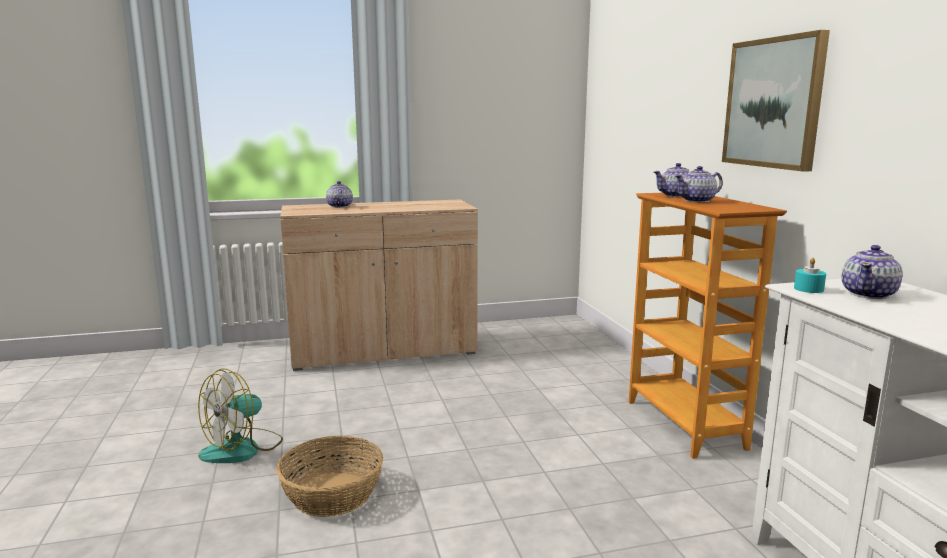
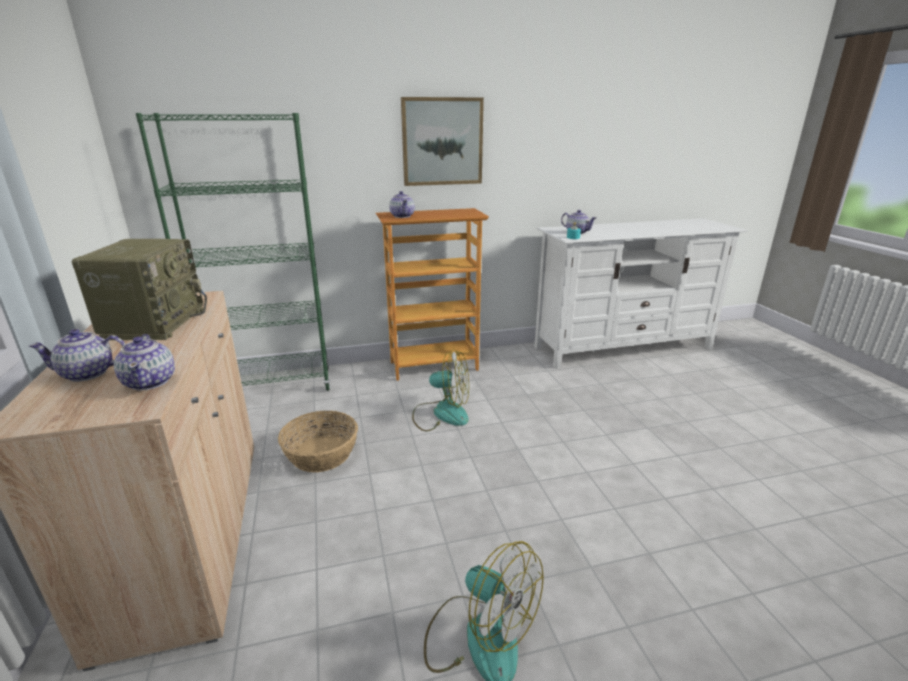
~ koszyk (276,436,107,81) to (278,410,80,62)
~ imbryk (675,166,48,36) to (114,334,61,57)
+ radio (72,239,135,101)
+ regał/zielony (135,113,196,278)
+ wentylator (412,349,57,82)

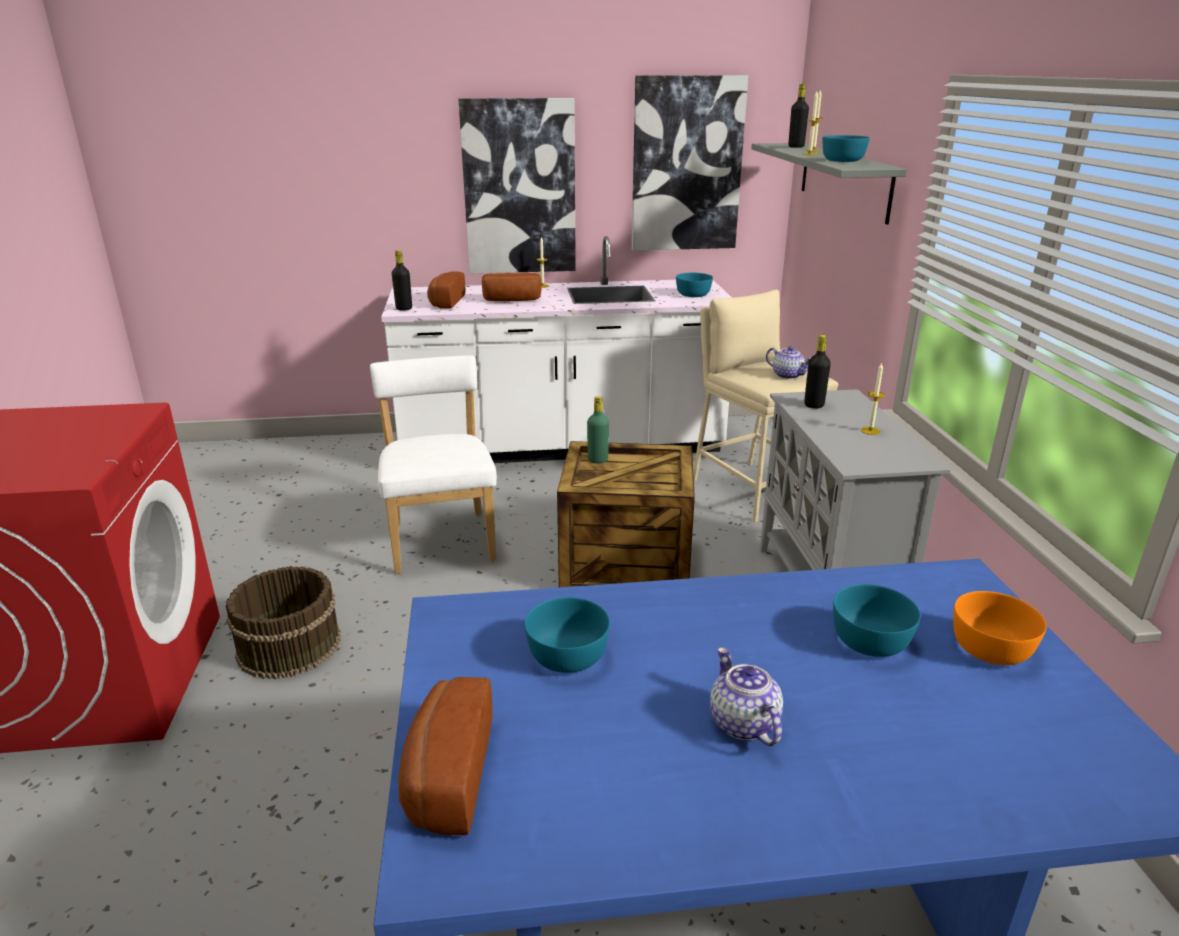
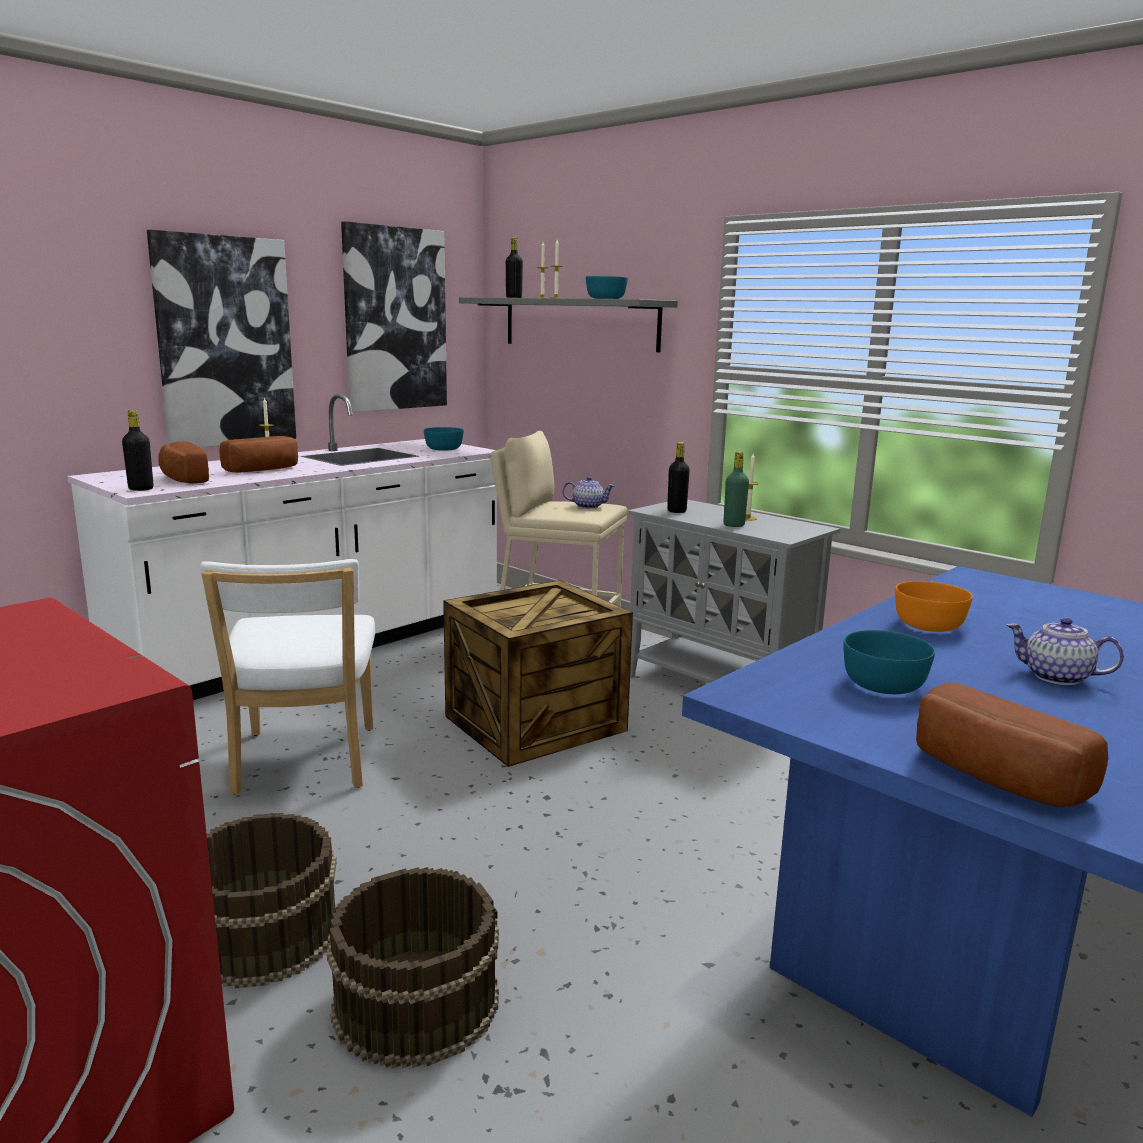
~ krzesło/biały (370,355,127,219) = (200,559,175,235) 135 degrees counterclockwise
~ butelka/zielony (587,396,22,67) to (724,452,25,75)
- miska/turkusowy (833,584,87,73)
~ miska/pomarańczowy (953,591,94,74) to (895,581,78,51)
+ wiadro/brązowy (327,867,172,202)

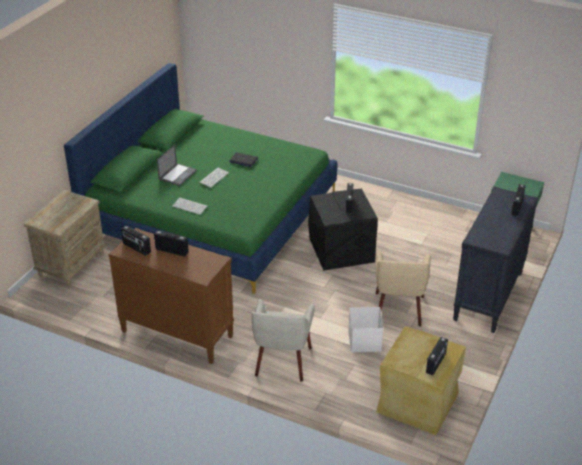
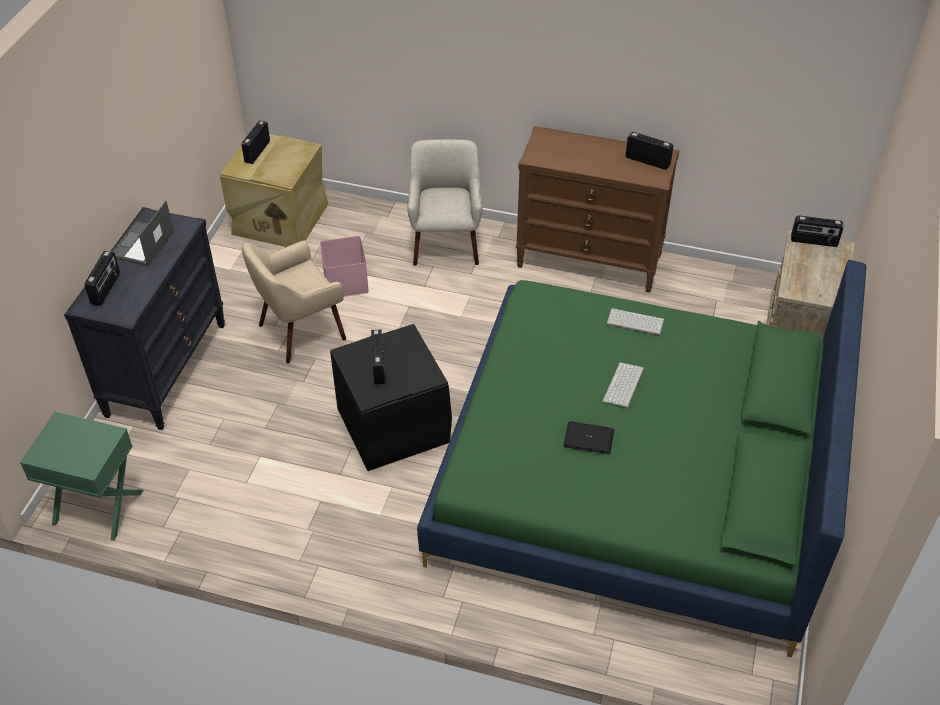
~ radio (154,230,35,26) to (791,216,52,31)
~ laptop (157,145,40,41) to (112,201,62,65)
~ pojemnik do przechowywania/biały (348,307,36,45) to pojemnik do przechowywania/różowy (320,236,49,61)
~ fotel/beżowy (376,250,55,77) = (242,241,104,123) 120 degrees counterclockwise

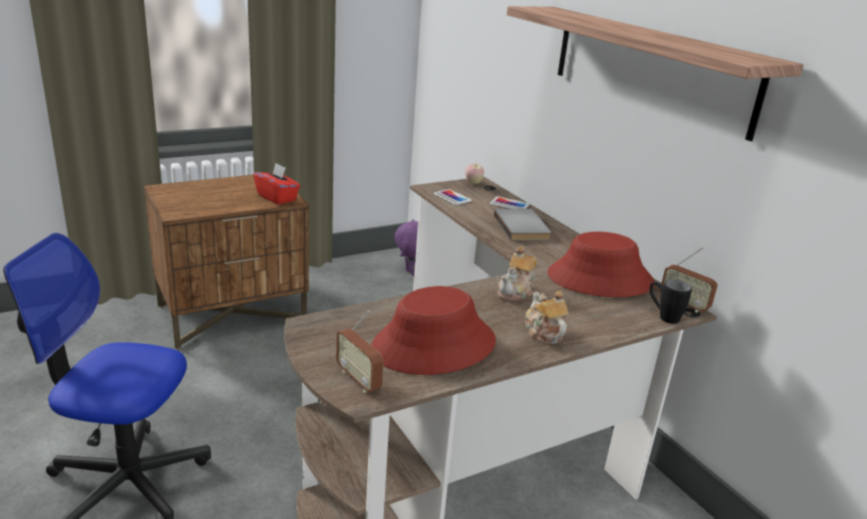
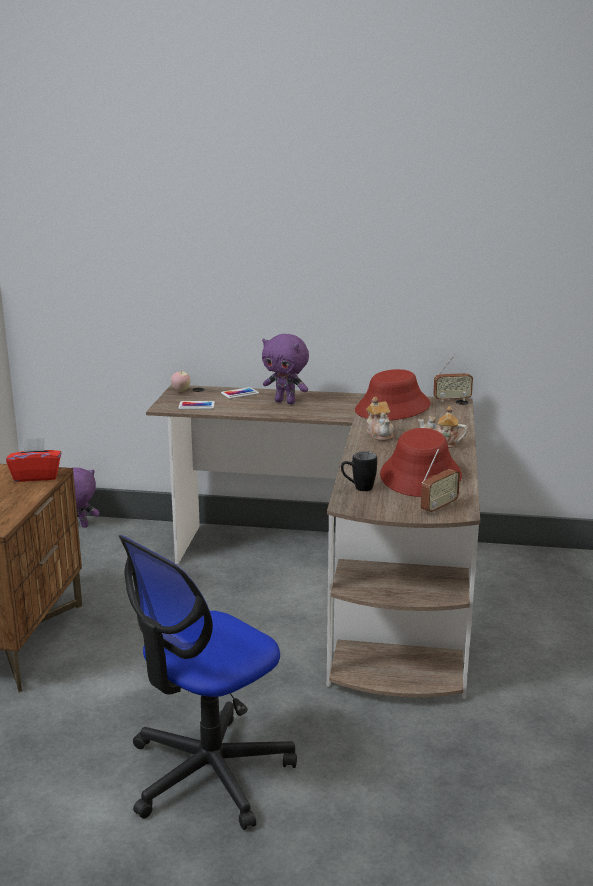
~ radio (336,310,47,83) = (421,449,39,65) 45 degrees counterclockwise
~ książka/szary (494,209,57,32) to pluszak/fioletowy (262,334,47,70)
- półka (507,6,297,135)
~ kubek/czarny (650,279,42,45) to (341,451,36,40)

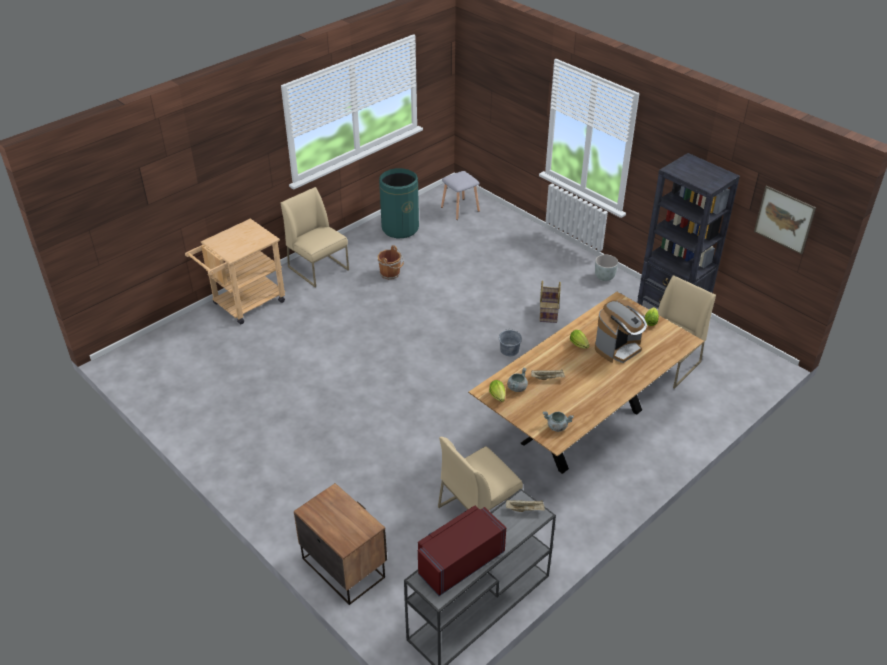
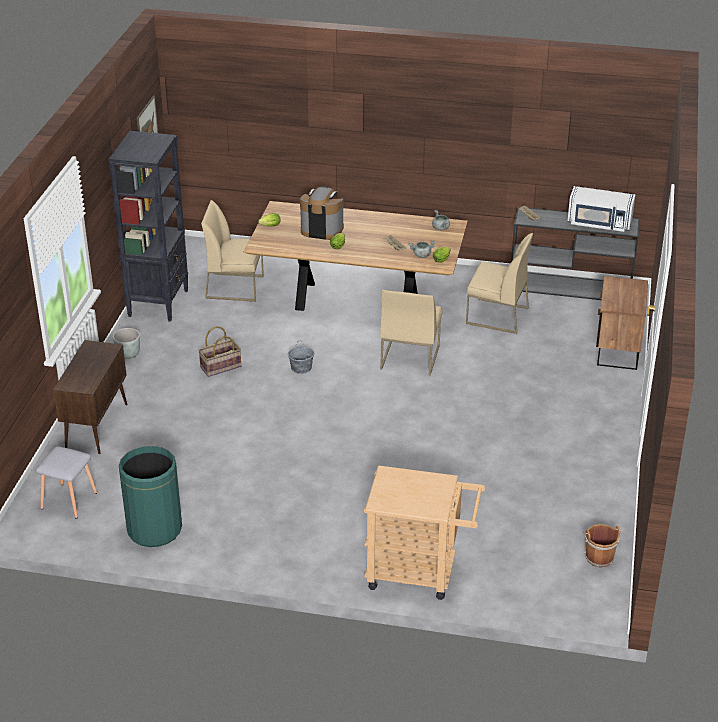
~ krzesło/beżowy (281,187,68,101) to (380,290,63,86)
~ wiadro/brązowy (377,245,27,35) to (583,524,38,44)
~ mikrofalówka/czerwony (418,506,88,90) to mikrofalówka/biały (568,186,67,46)
+ szafka/brązowy (53,340,74,114)

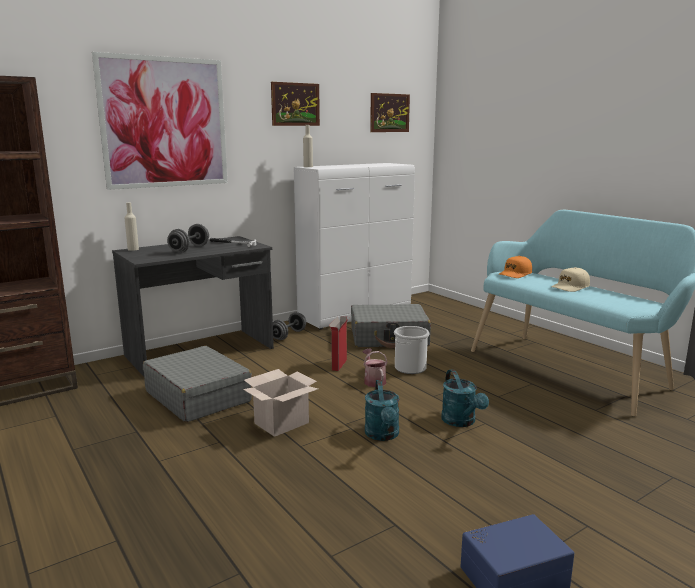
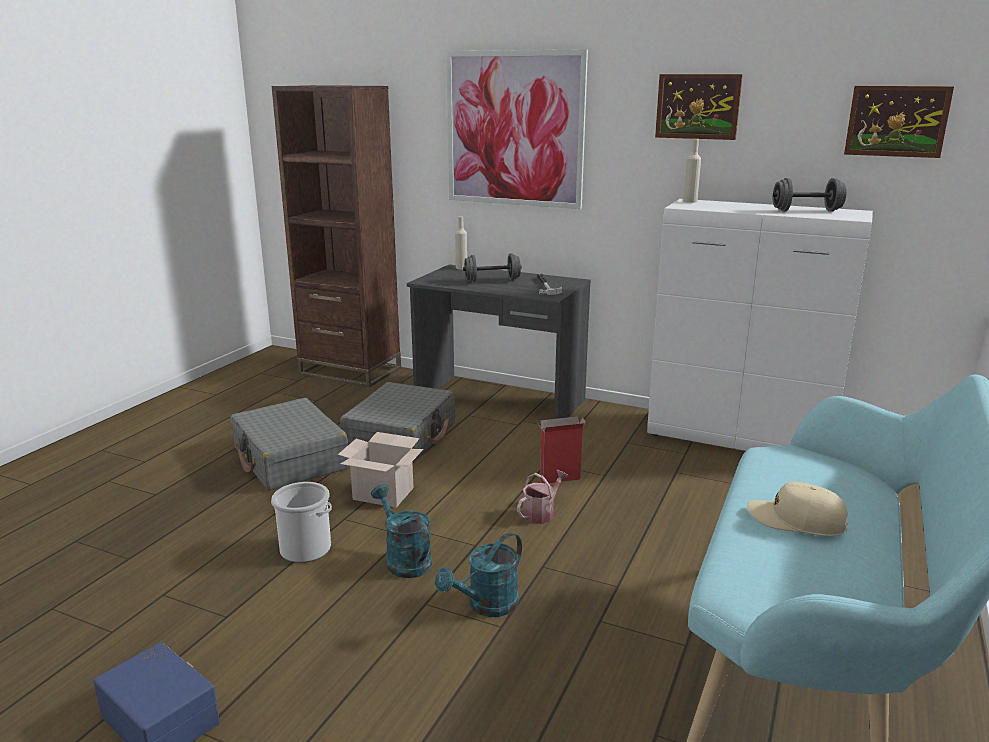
~ hantel/szary (273,312,33,28) to (773,178,74,34)
~ walizka/szary (351,304,80,44) to (230,398,119,93)
~ konewka/turkusowy (365,380,34,61) = (371,484,61,94) 90 degrees clockwise
~ wiadro (394,326,35,48) to (271,482,61,81)
- czapka z daszkiem/pomarańczowy (498,256,34,22)

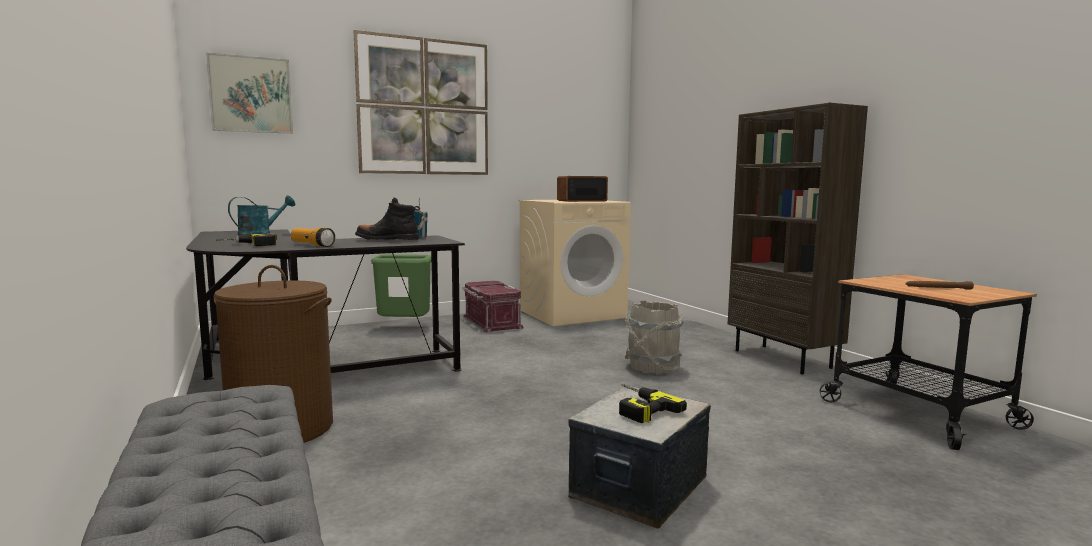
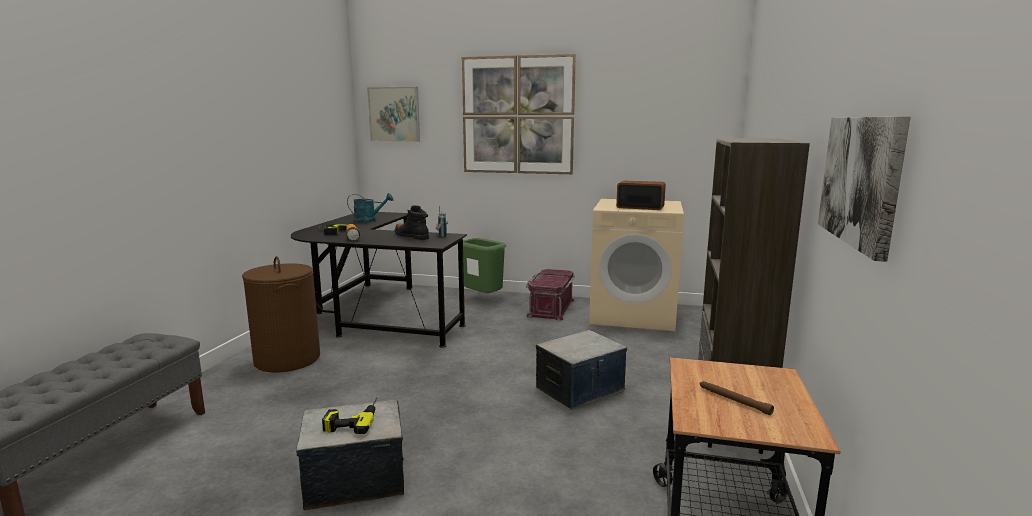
~ wiadro/szary (625,301,59,74) to pojemnik do przechowywania (536,330,91,80)
+ obraz (818,117,92,145)

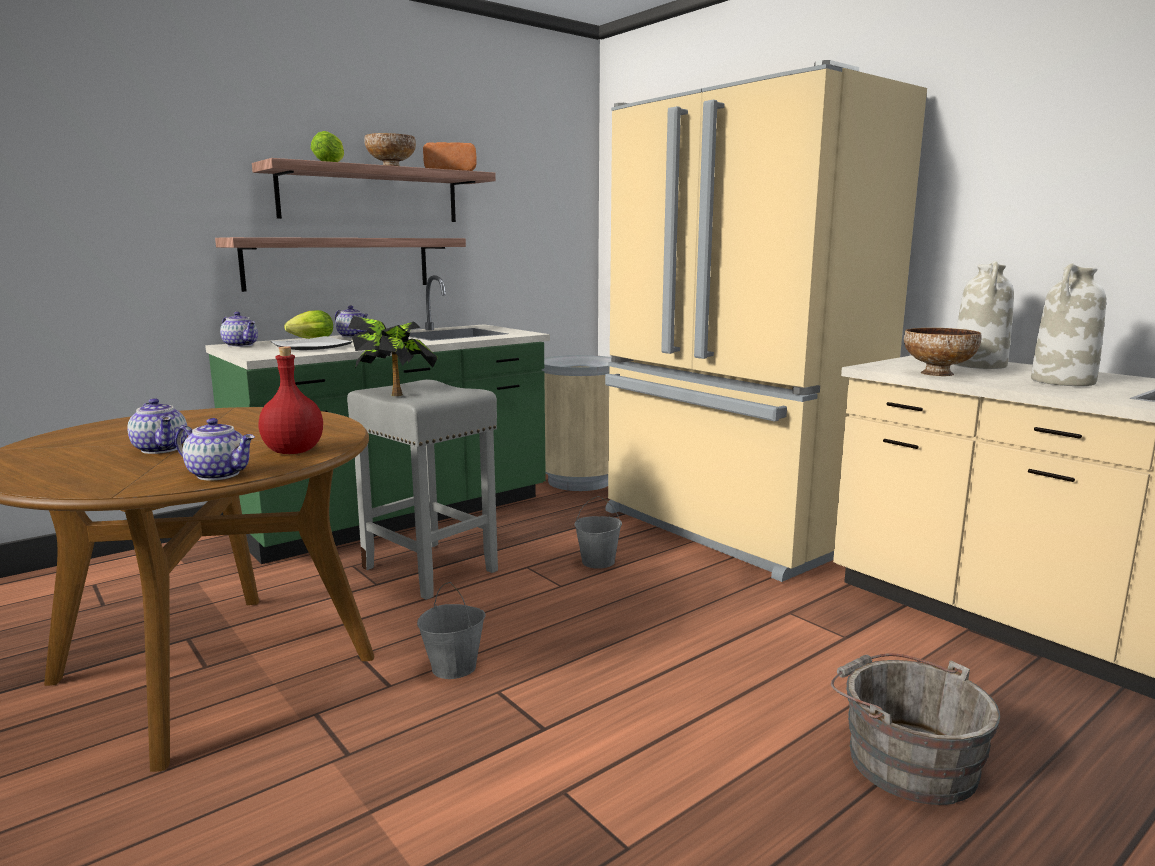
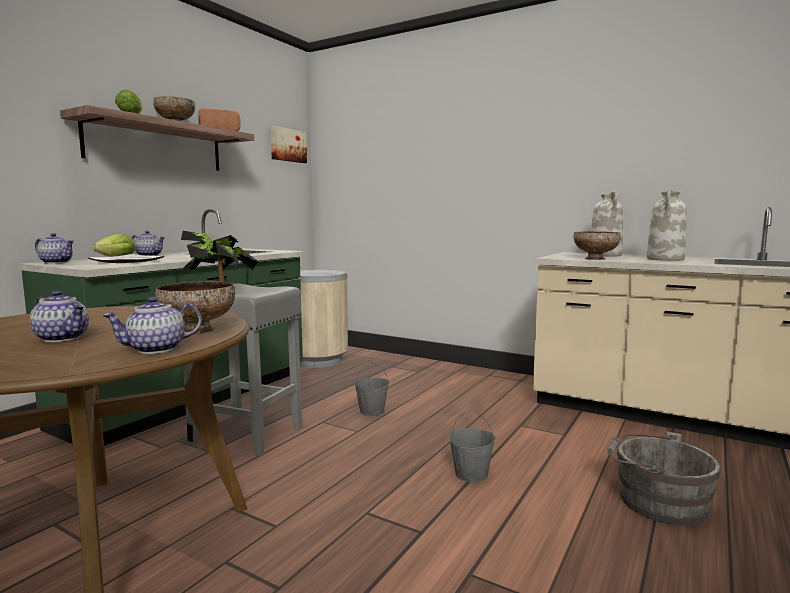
~ imbryk (175,418,80,62) = (102,297,100,57) 150 degrees clockwise
- półka (215,237,251,55)
~ butelka/czerwony (259,347,64,107) to miska (156,281,79,53)
~ wiadro/szary (417,582,69,97) to (449,410,47,73)
- lodówka/beżowy (605,60,322,522)
+ obraz (270,126,37,37)

